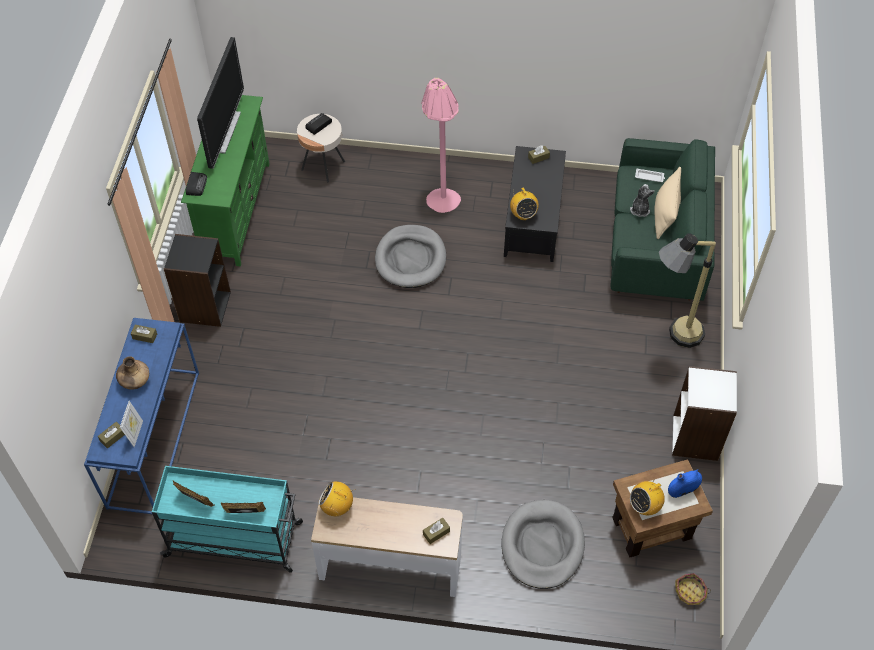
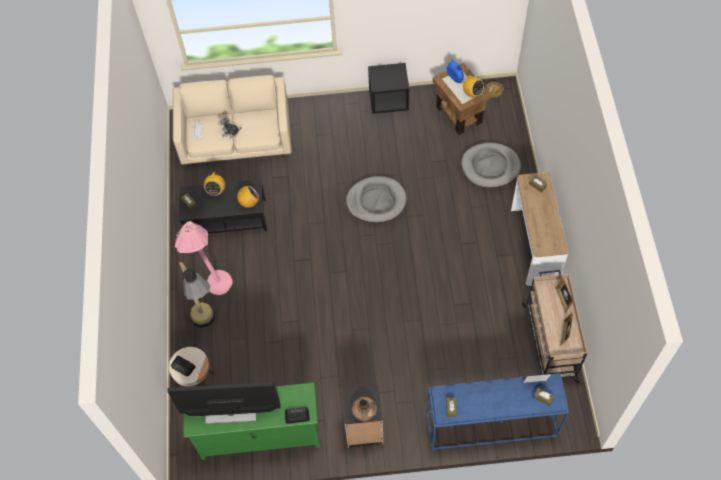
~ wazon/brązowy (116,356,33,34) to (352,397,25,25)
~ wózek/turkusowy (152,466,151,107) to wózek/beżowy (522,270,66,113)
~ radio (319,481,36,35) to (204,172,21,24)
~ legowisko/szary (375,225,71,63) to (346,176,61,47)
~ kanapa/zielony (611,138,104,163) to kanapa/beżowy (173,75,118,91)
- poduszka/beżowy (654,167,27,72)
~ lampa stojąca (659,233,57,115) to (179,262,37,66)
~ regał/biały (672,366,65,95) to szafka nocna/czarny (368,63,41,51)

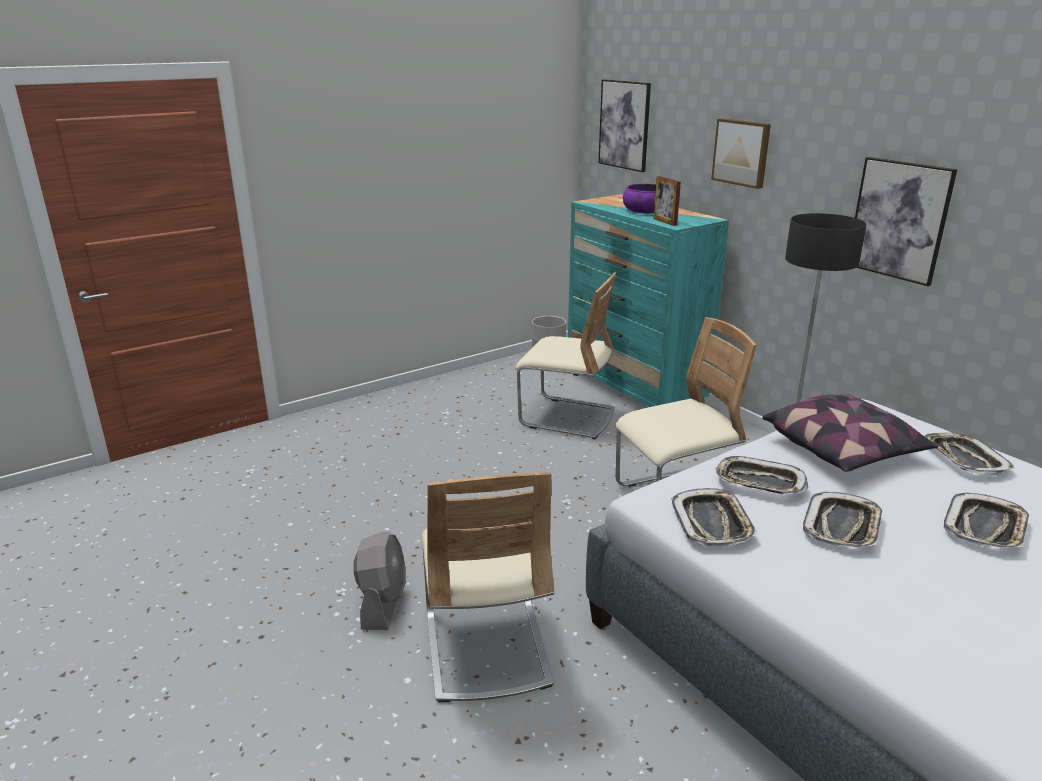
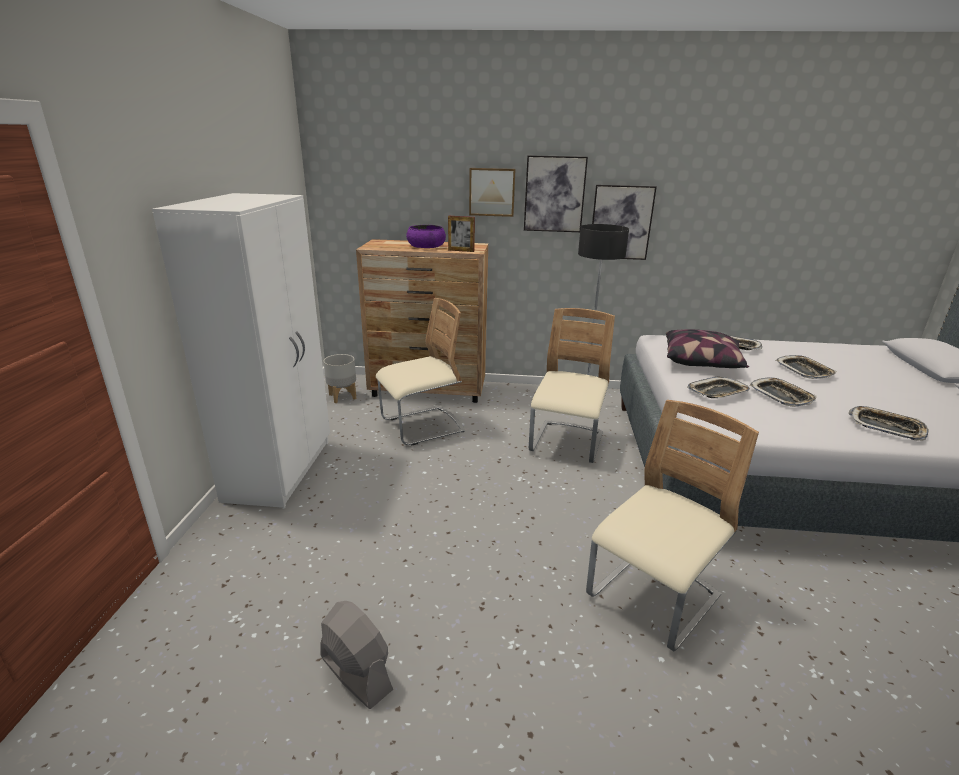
~ wentylator/szary (353,532,52,98) to (320,601,73,108)
~ krzesło/beżowy (422,472,132,230) = (586,400,173,251) 75 degrees counterclockwise
~ komoda/turkusowy (568,194,161,213) to komoda/brązowy (356,239,132,164)
~ obraz (598,79,53,93) to (524,155,64,77)
~ taca (671,488,87,58) to (848,406,81,35)
+ szafa/biały (152,193,178,315)

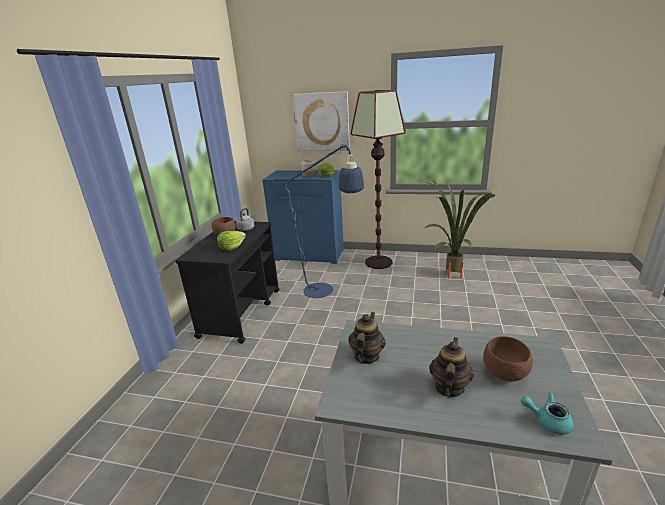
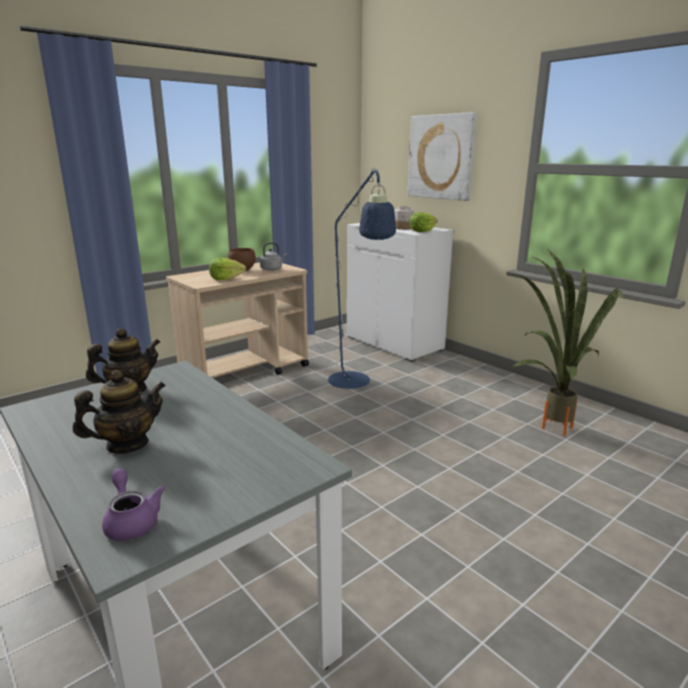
~ wózek/czarny (176,221,104,123) to wózek/beżowy (166,262,143,116)
~ szafka/niebieski (263,170,81,94) to szafka/biały (347,223,106,139)
- lampa stojąca (350,90,56,179)
- miska/brązowy (483,336,50,45)
~ imbryk/turkusowy (521,393,52,42) to imbryk/fioletowy (102,468,63,73)

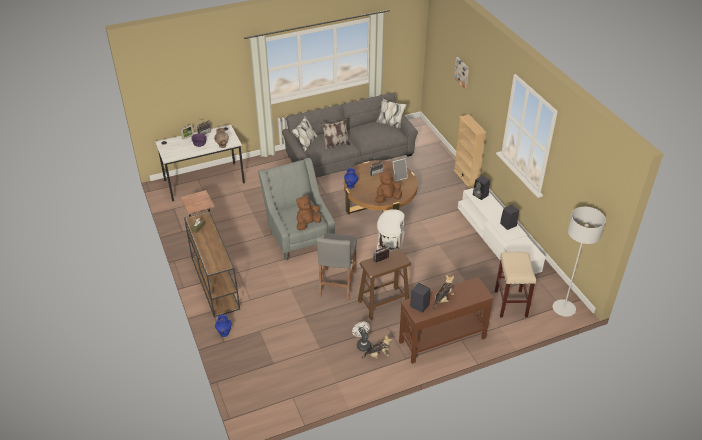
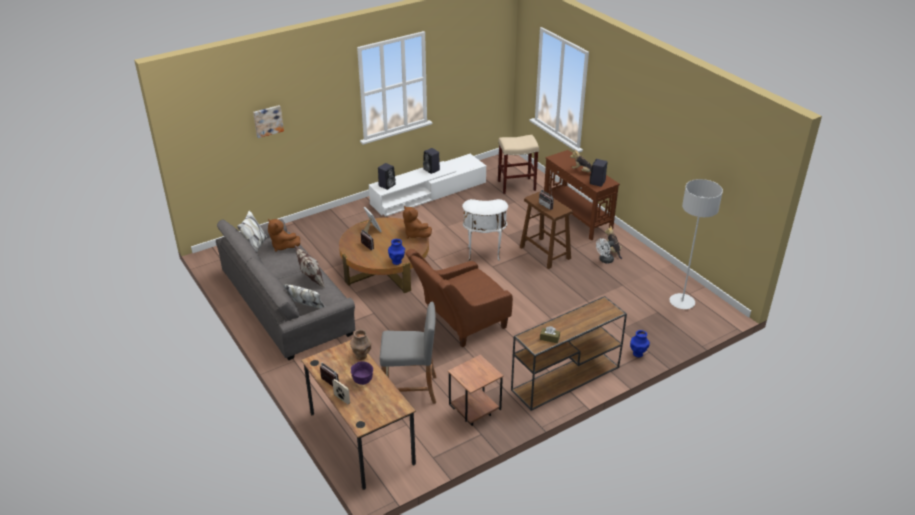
~ biurko/biały (155,125,90,76) to biurko/brązowy (301,340,115,150)
~ fotel/szary (258,158,77,102) to fotel/brązowy (405,249,108,98)
~ pluszak/brązowy (296,195,25,35) to (268,219,32,33)
~ stołek/szary (317,233,40,67) to (380,302,56,102)
- regał/beżowy (453,114,33,74)
~ lampa stojąca/szary (553,207,53,110) to (670,179,53,130)

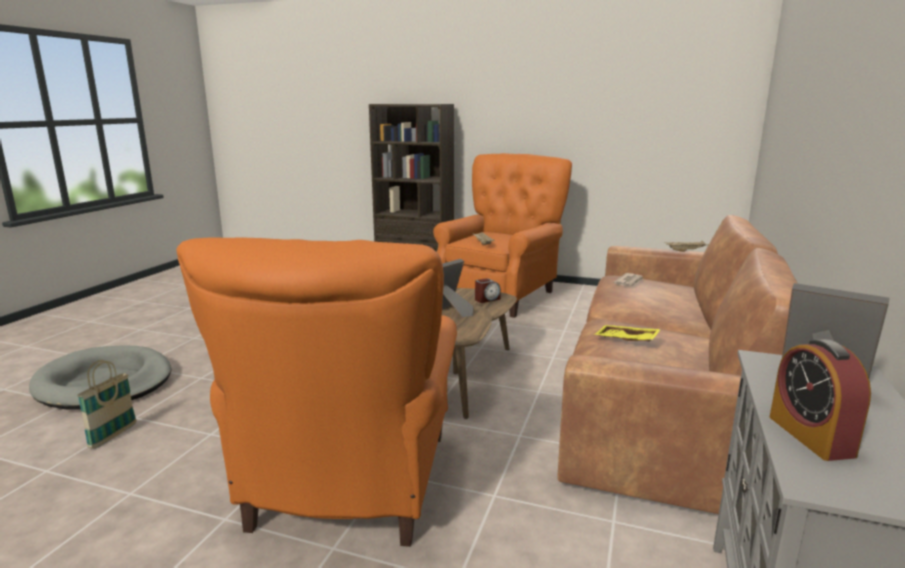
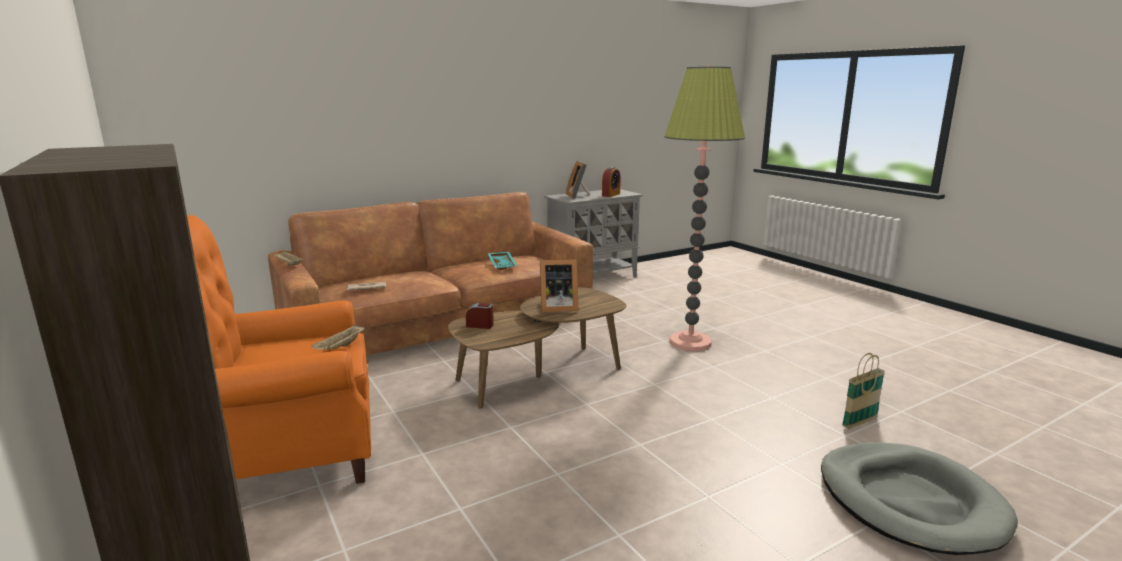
~ fotel/pomarańczowy (177,237,280,310) to lampa stojąca (664,66,81,285)
~ taca/żółty (595,325,66,16) to taca/turkusowy (488,252,30,18)

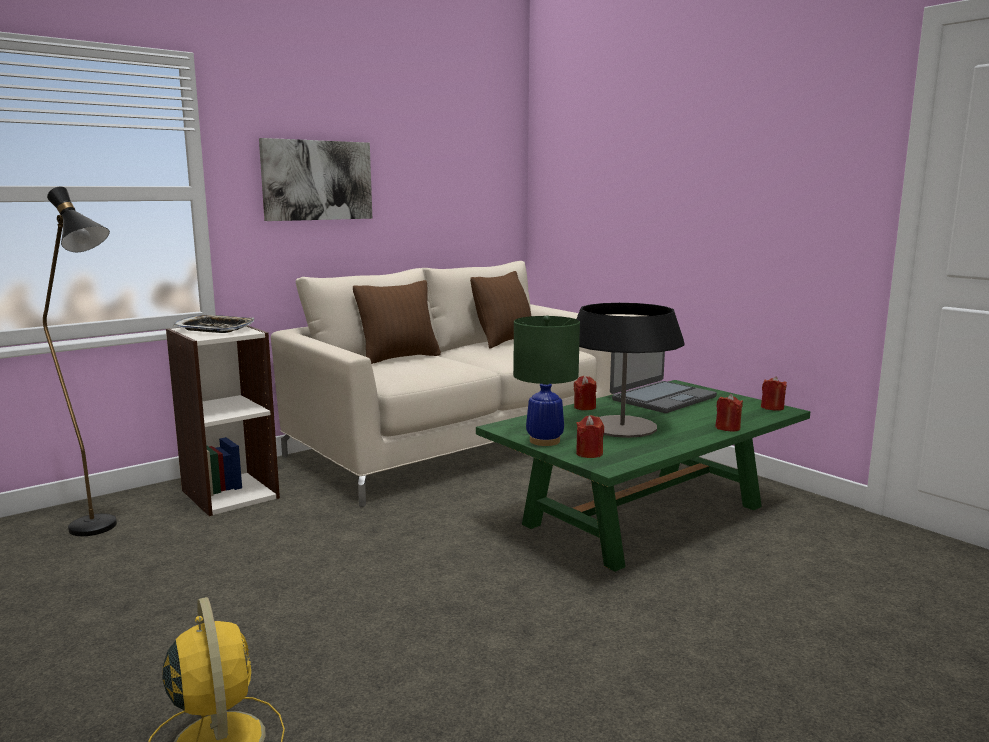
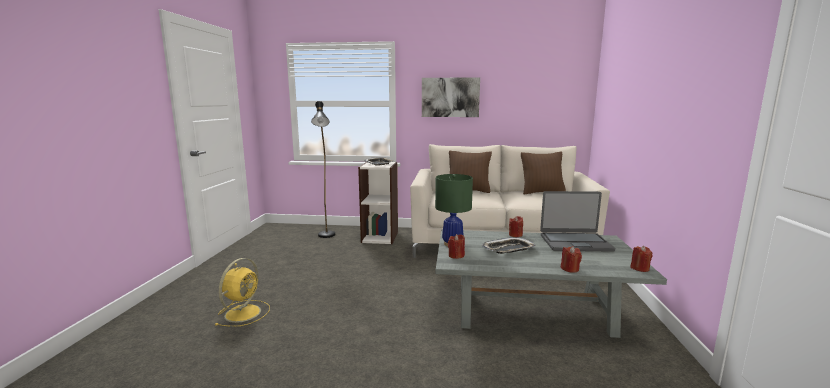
~ ława/zielony (476,380,334,192) to ława/szary (436,230,231,108)
~ lampa stołowa (577,303,107,135) to taca (482,237,54,17)

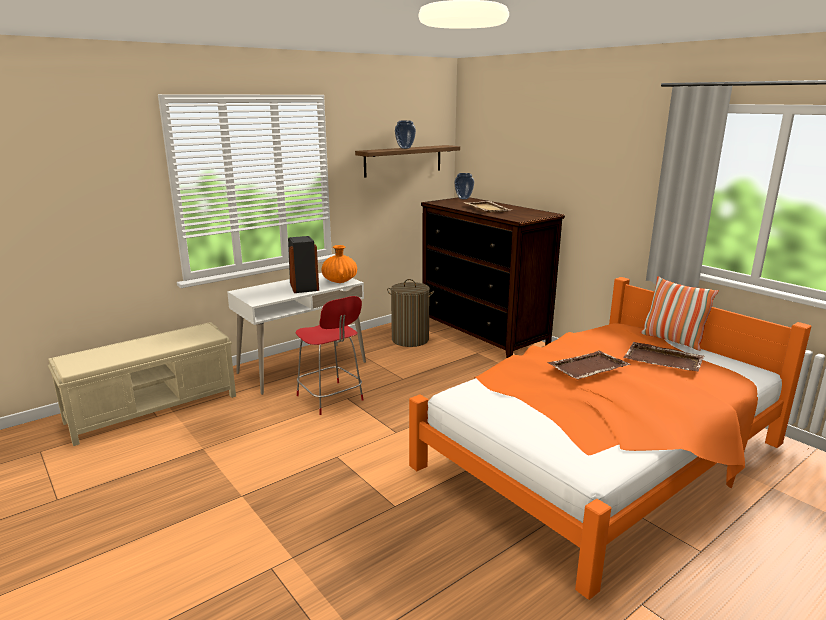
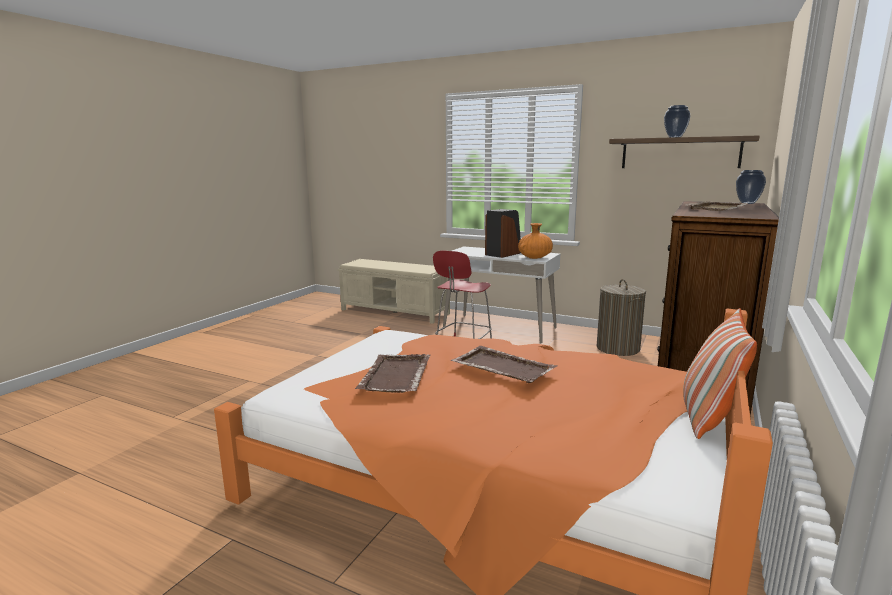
~ taca/brązowy (623,342,81,29) to (355,354,75,39)

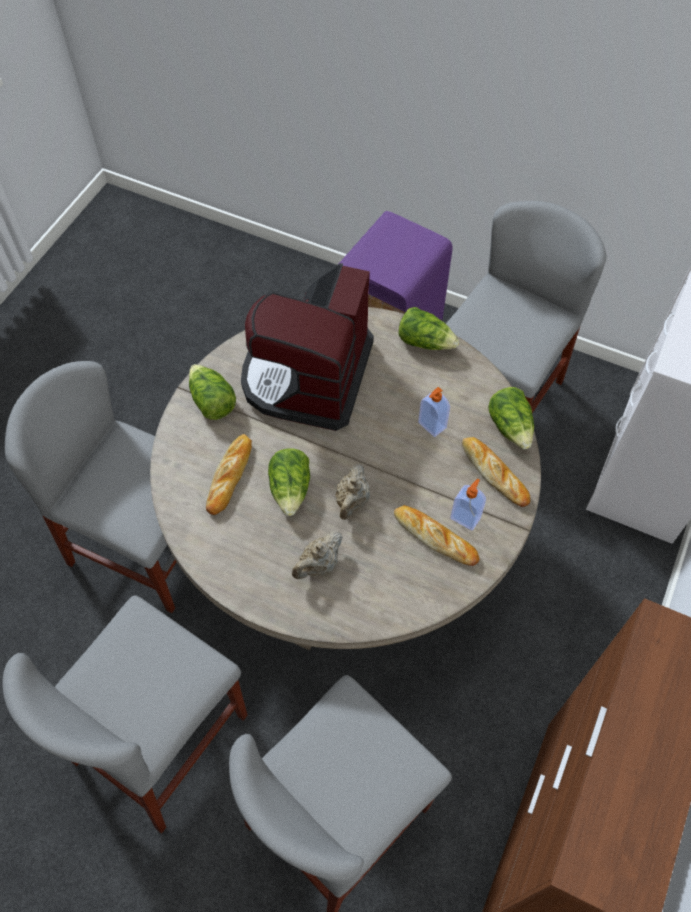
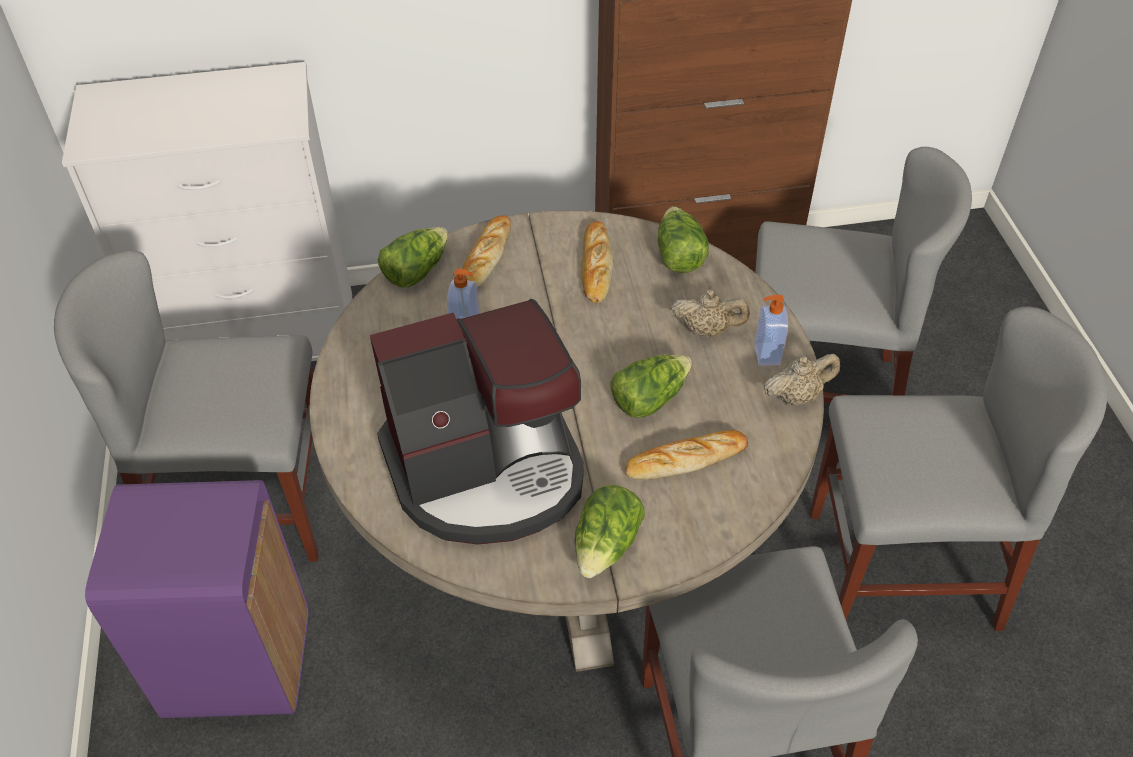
~ imbryk/beżowy (335,464,35,56) to (764,354,76,51)
~ sałata (398,307,61,43) to (658,206,51,67)
~ dozownik mydła (450,479,36,52) to (754,295,34,71)

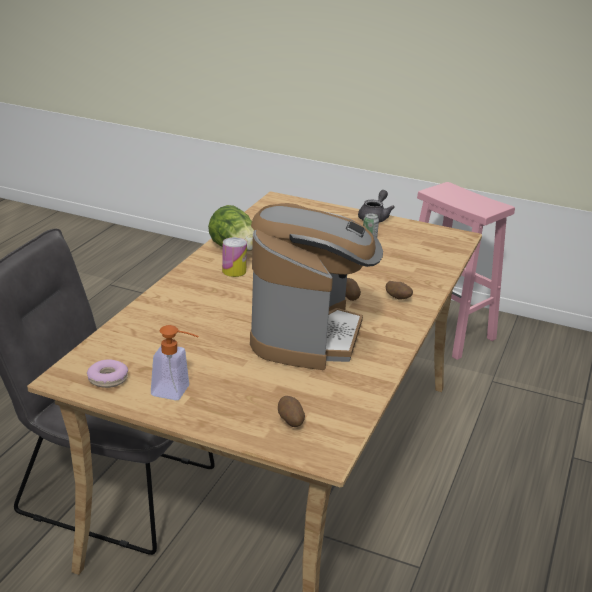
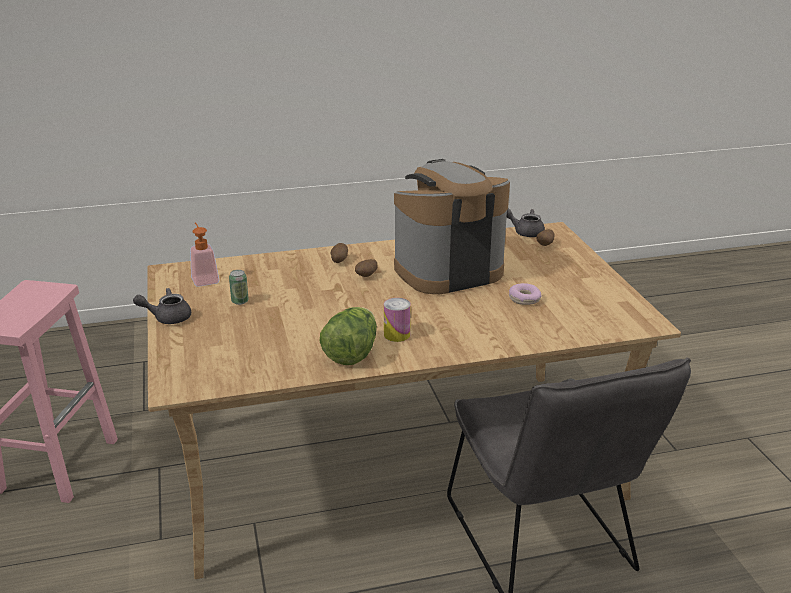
~ donut (87,359,41,29) to (509,283,33,22)
~ dozownik mydła (151,325,48,75) to (190,222,29,65)
+ imbryk/szary (506,208,39,29)

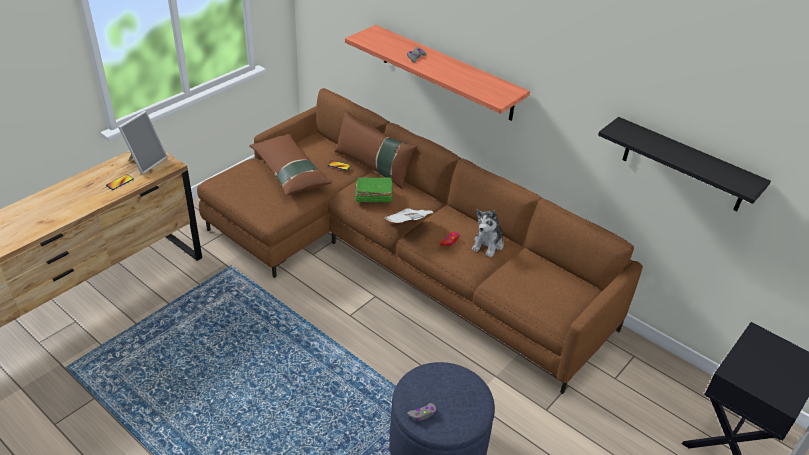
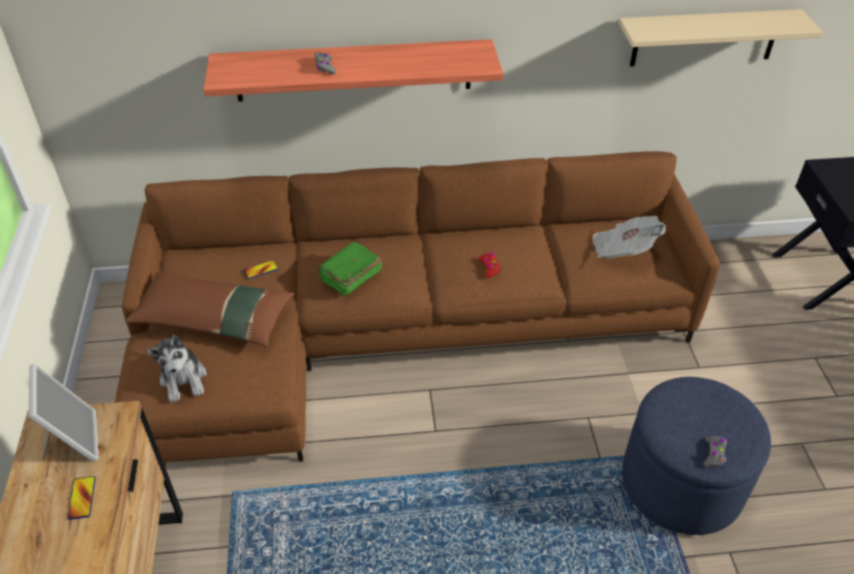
- poduszka/brązowy (335,110,82,79)
~ gazeta (385,208,49,15) to (592,216,74,42)
~ pluszak (472,209,32,48) to (146,334,61,68)
~ półka/czarny (598,117,173,94) to półka/beżowy (619,9,204,57)

